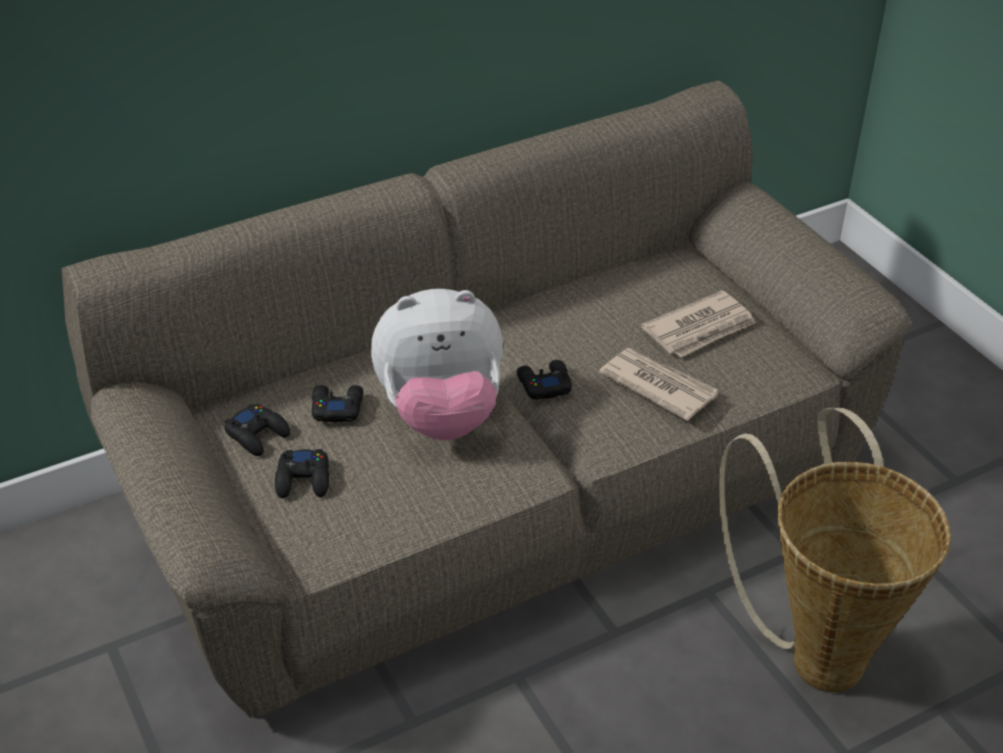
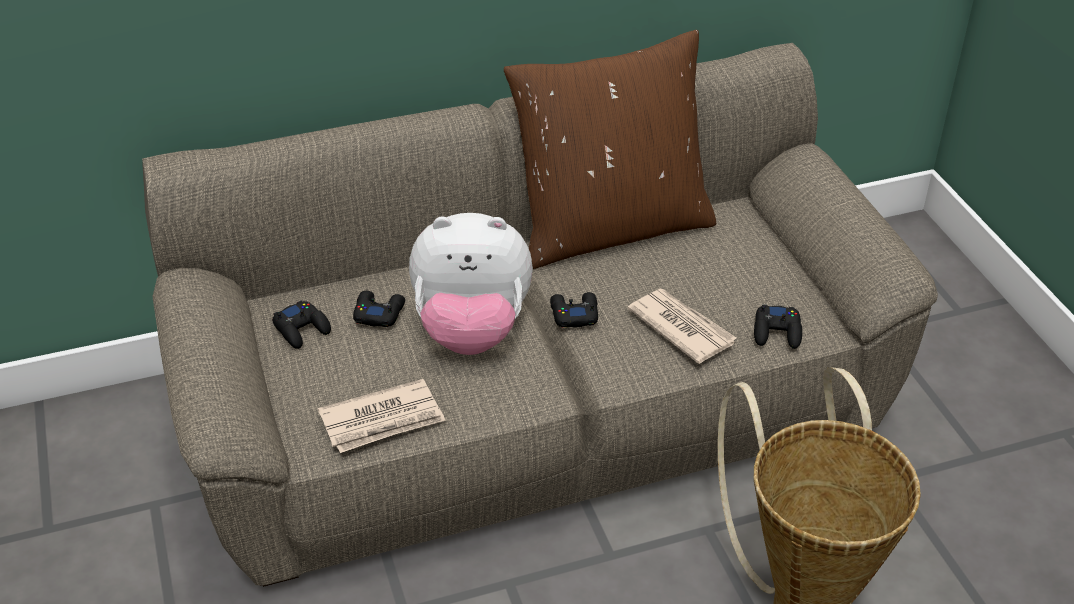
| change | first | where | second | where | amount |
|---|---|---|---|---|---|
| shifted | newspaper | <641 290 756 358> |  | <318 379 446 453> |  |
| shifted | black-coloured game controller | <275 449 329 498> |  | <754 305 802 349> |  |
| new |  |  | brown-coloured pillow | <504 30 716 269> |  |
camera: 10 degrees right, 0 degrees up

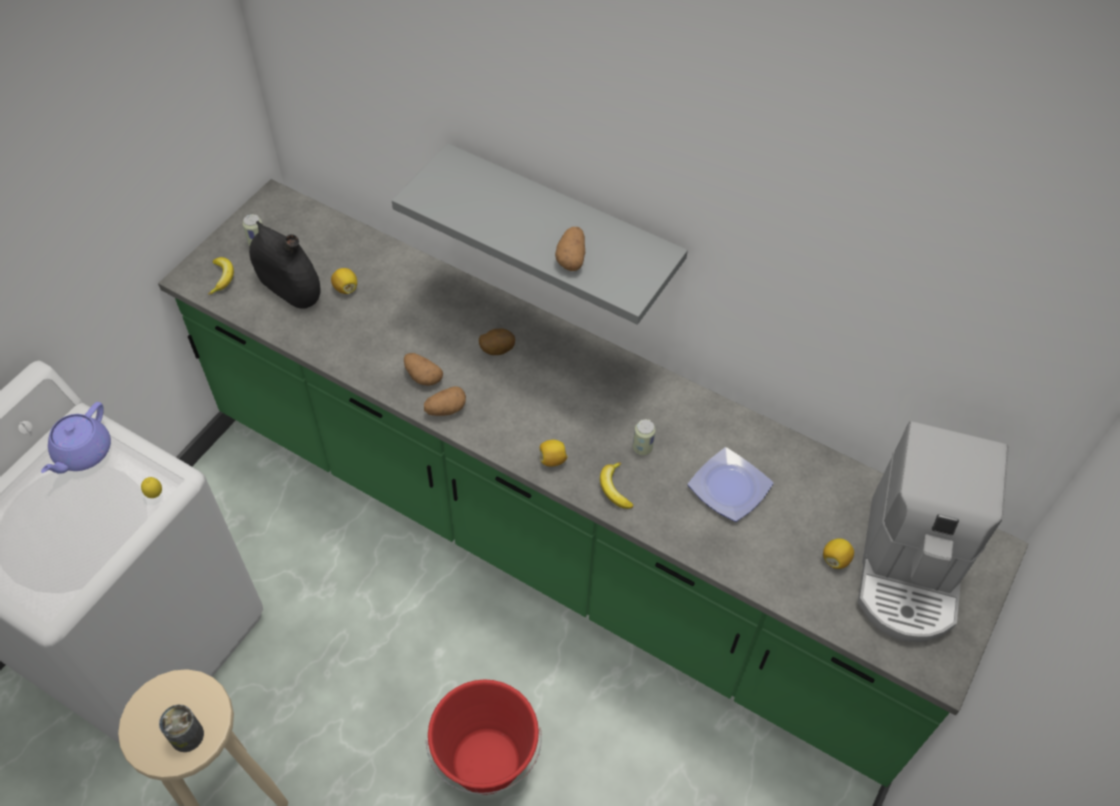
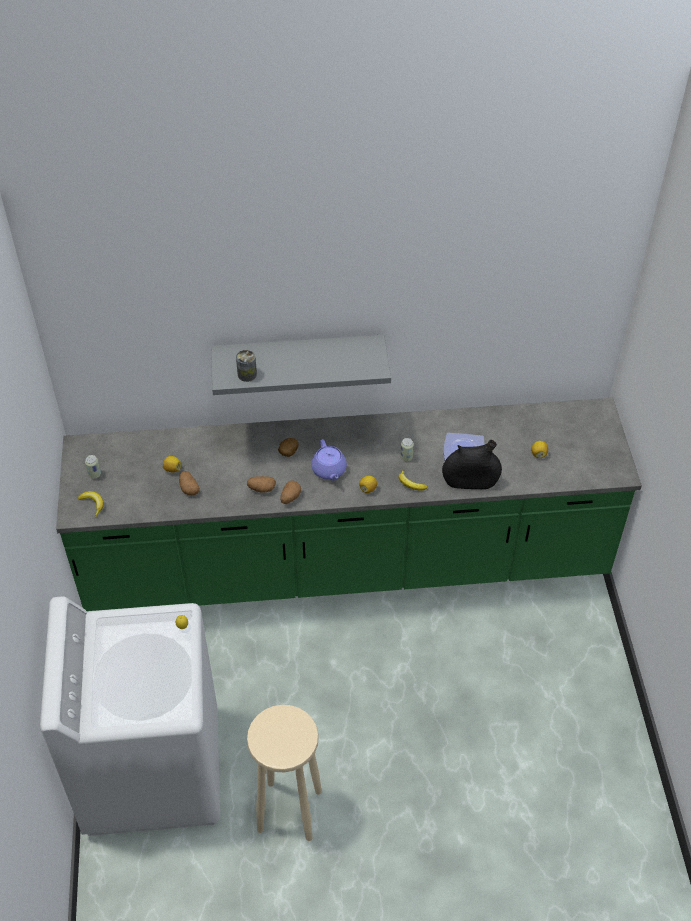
| change | first | where | second | where | amount |
|---|---|---|---|---|---|
| shifted | black-coloured vase | <249 221 321 309> |  | <442 440 502 489> |  |
| shifted | potato | <555 227 585 271> |  | <179 471 200 495> |  |
| shifted | purple-coloured tea pot | <41 402 111 474> |  | <311 439 347 480> |  |
| gone | coffee brewer | <858 421 1009 642> |  |  |  |
| gone | reddish pail | <426 679 542 795> |  |  |  |
| shifted | metal can | <159 705 204 752> |  | <236 350 257 382> |  |
camera: 35 degrees left, 5 degrees down

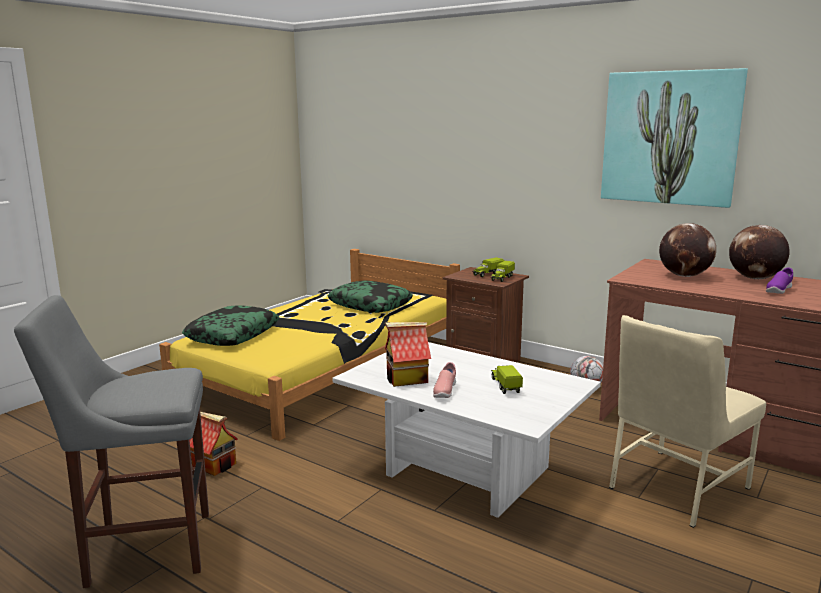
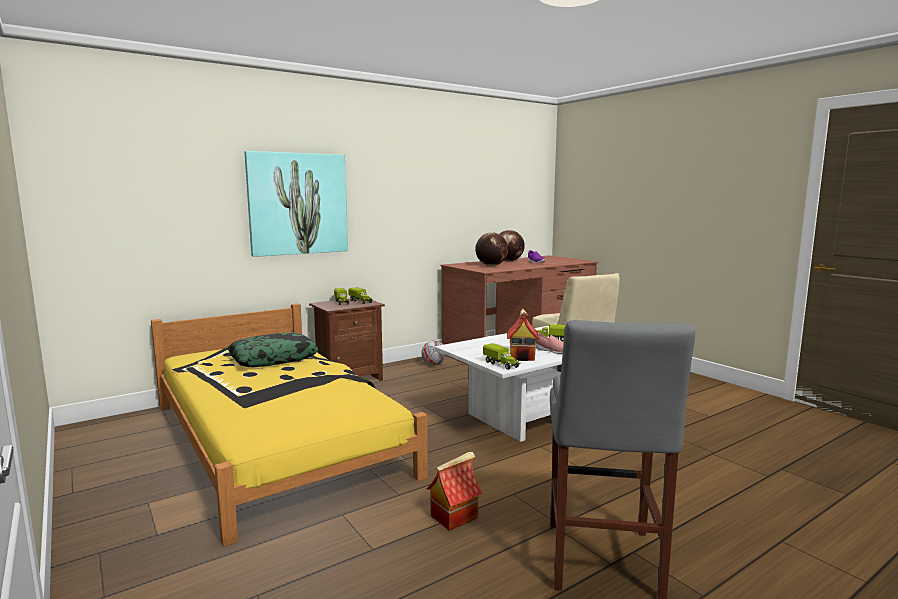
| change | first | where | second | where | amount |
|---|---|---|---|---|---|
| shifted | picture | <601 68 748 208> |  | <245 151 348 257> |  |
| gone | pillow | <182 306 279 346> |  |  |  |
| new |  |  | toy truck | <483 343 521 370> |  |
camera: 70 degrees left, 5 degrees down

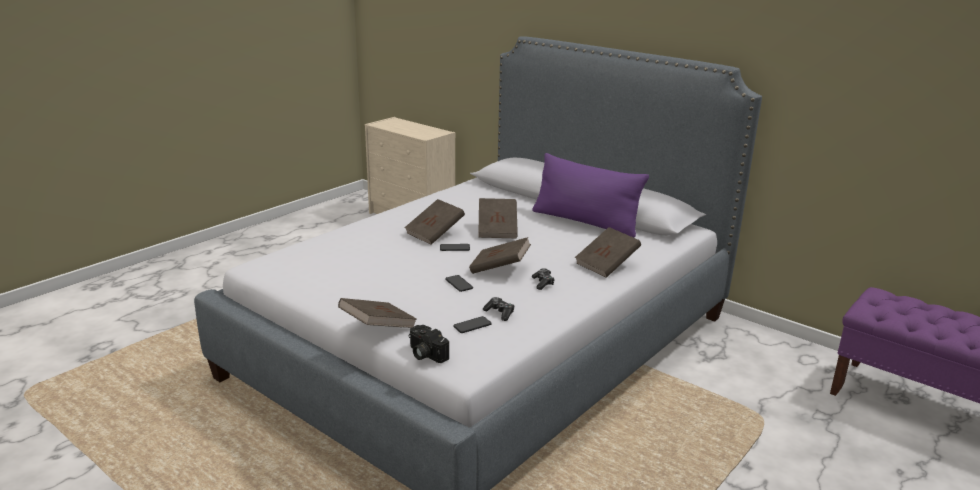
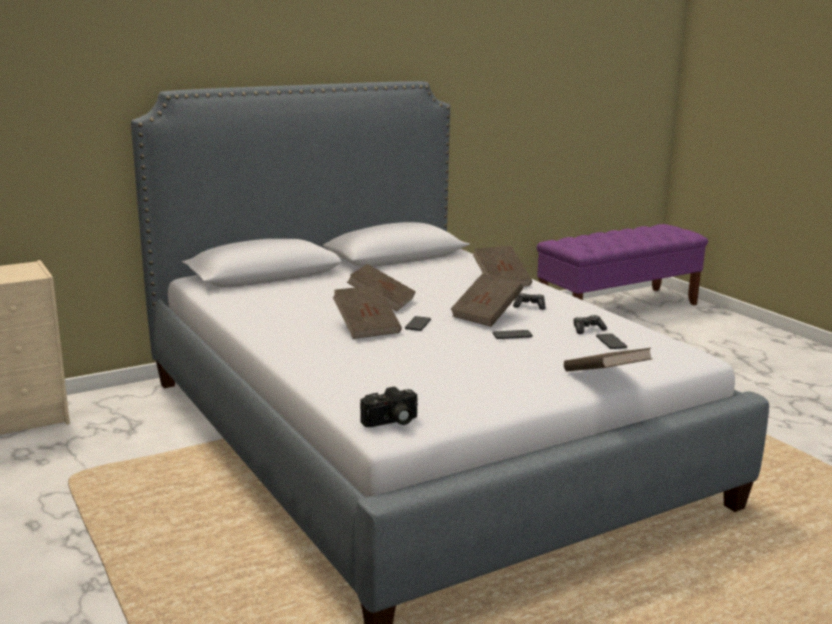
| change | first | where | second | where | amount |
|---|---|---|---|---|---|
| gone | purple-coloured pillow | <532 153 649 238> |  |  |  |
| shifted | photo camera | <409 325 449 363> |  | <360 386 418 427> |  |
camera: 70 degrees left, 5 degrees down

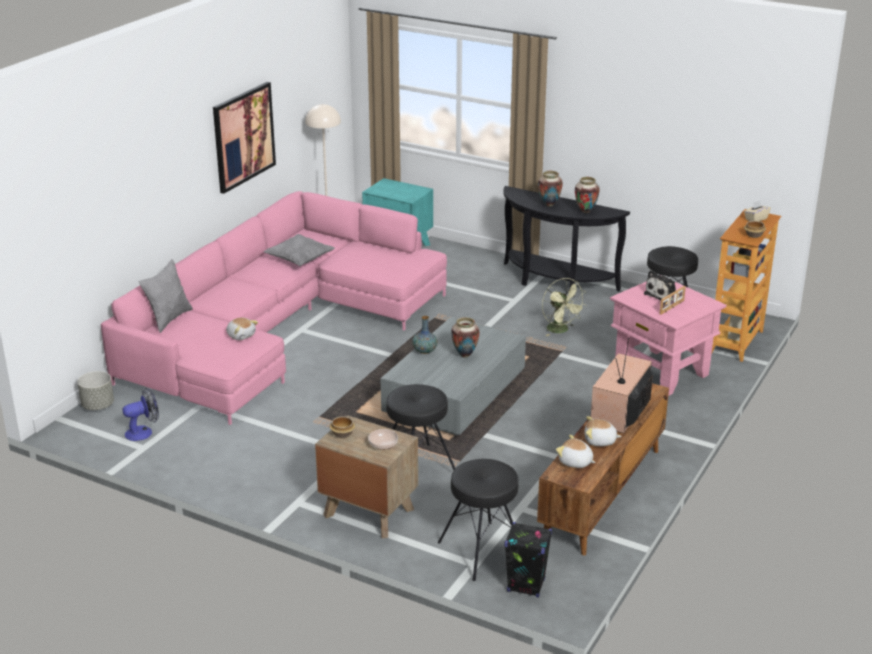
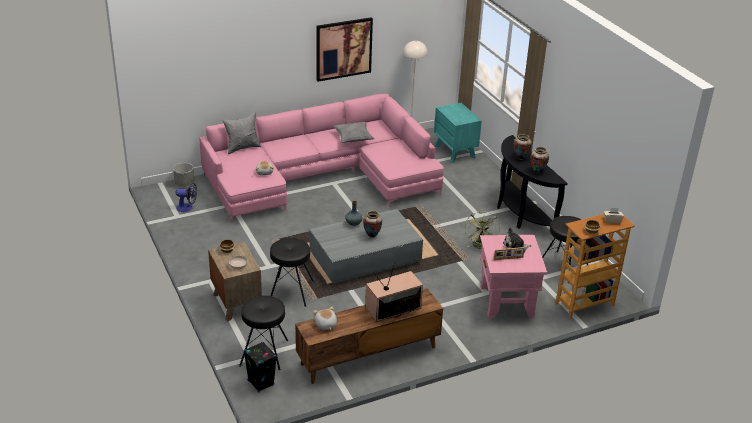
| change | first | where | second | where | amount |
|---|---|---|---|---|---|
| gone | plush toy | <585 416 622 446> |  |  |  |
camera: 35 degrees right, 5 degrees up

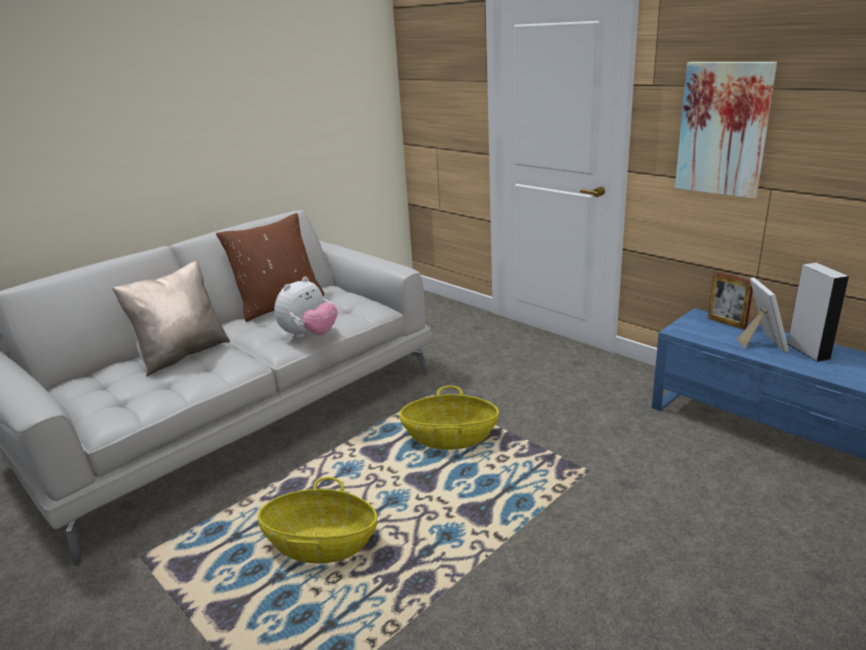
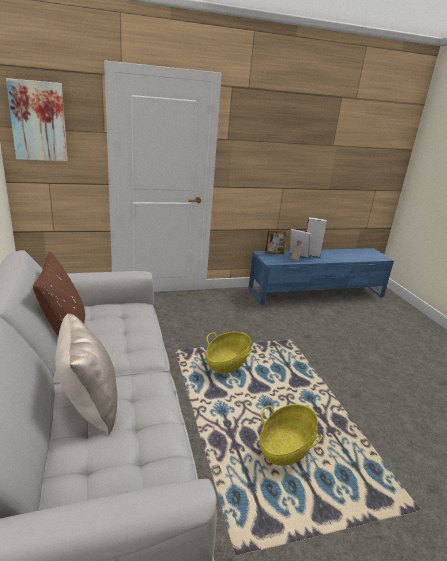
| change | first | where | second | where | amount |
|---|---|---|---|---|---|
| shifted | picture | <675 62 777 199> |  | <6 78 68 161> |  |
| gone | plush toy | <274 277 337 338> |  |  |  |
camera: 65 degrees left, 0 degrees up

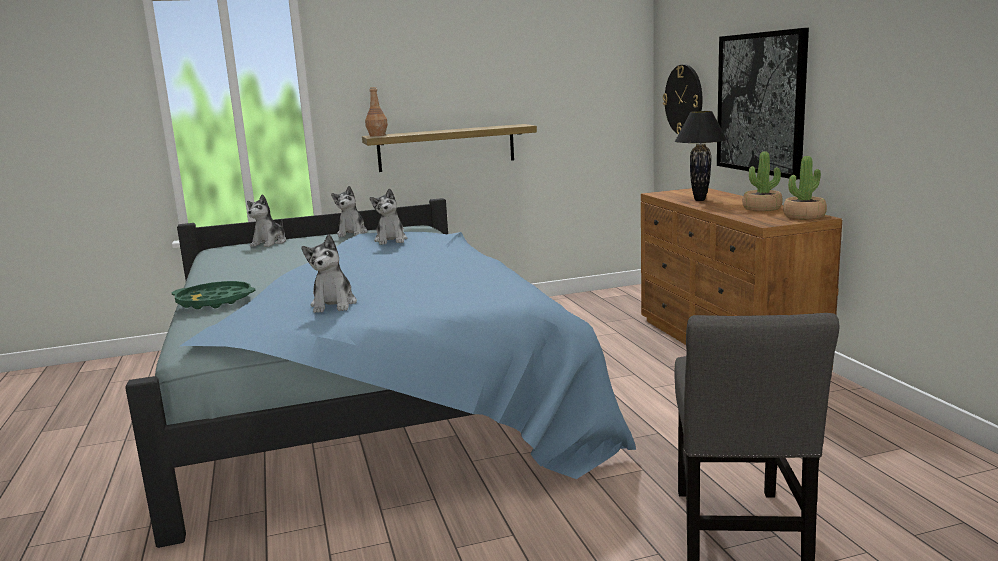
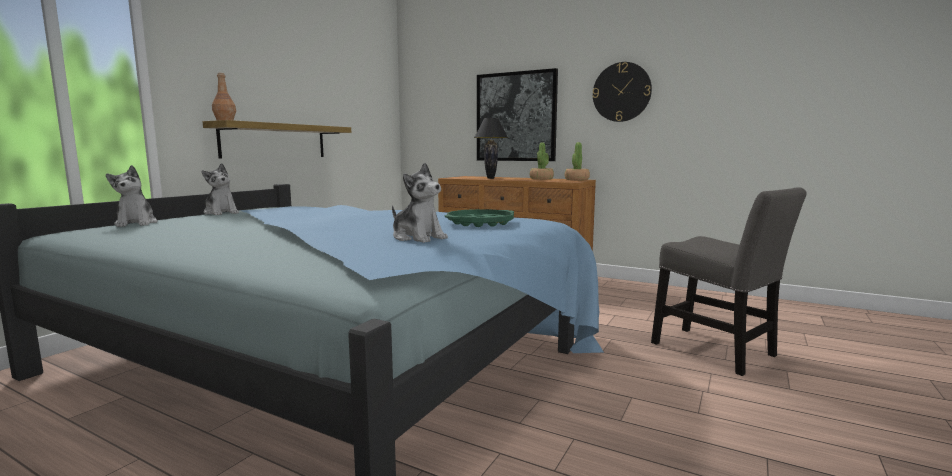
| change | first | where | second | where | amount |
|---|---|---|---|---|---|
| shifted | hanging clock | <663 65 702 134> |  | <593 62 652 122> |  |
| gone | plush toy | <370 188 408 245> |  |  |  |
| shifted | green-coloured serving tray | <172 281 255 309> |  | <445 209 514 227> |  |
camera: 45 degrees left, 5 degrees down

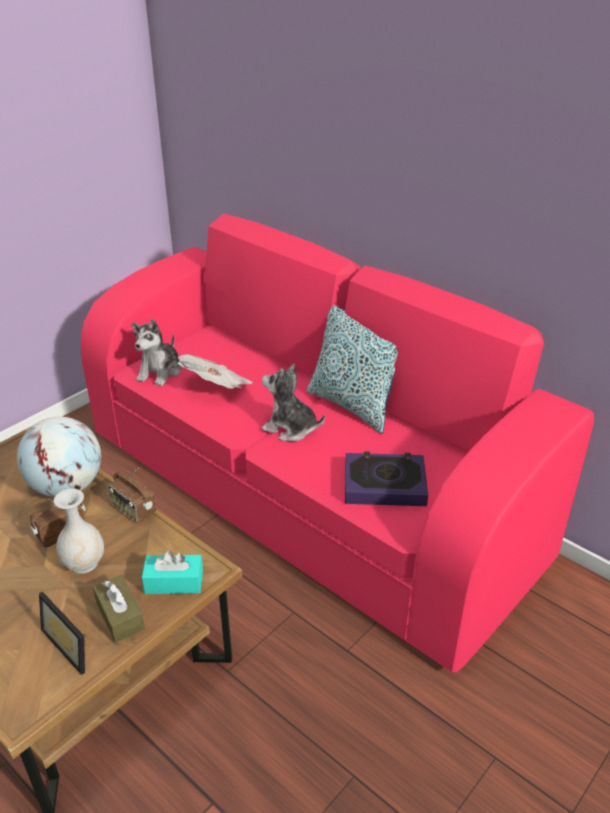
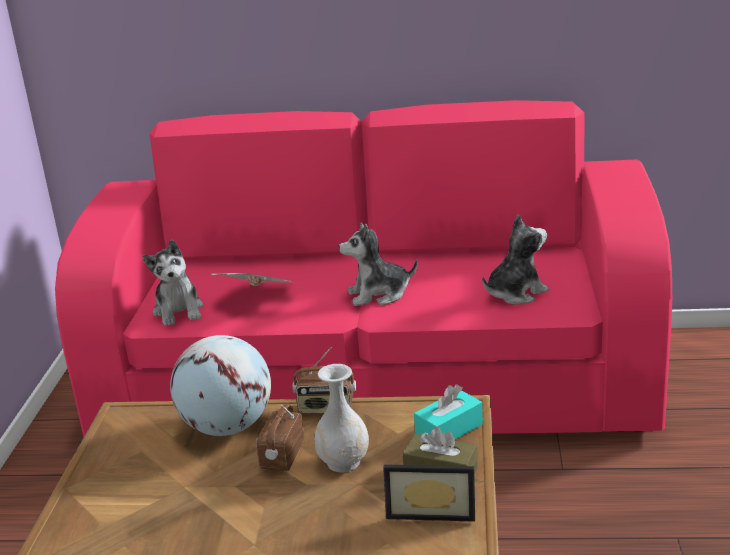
| change | first | where | second | where | amount |
|---|---|---|---|---|---|
| gone | pillow | <307 305 398 434> |  |  |  |
| swapped | book | <345 452 428 506> | plush toy | <482 214 549 305> |  |
camera: 35 degrees left, 10 degrees down

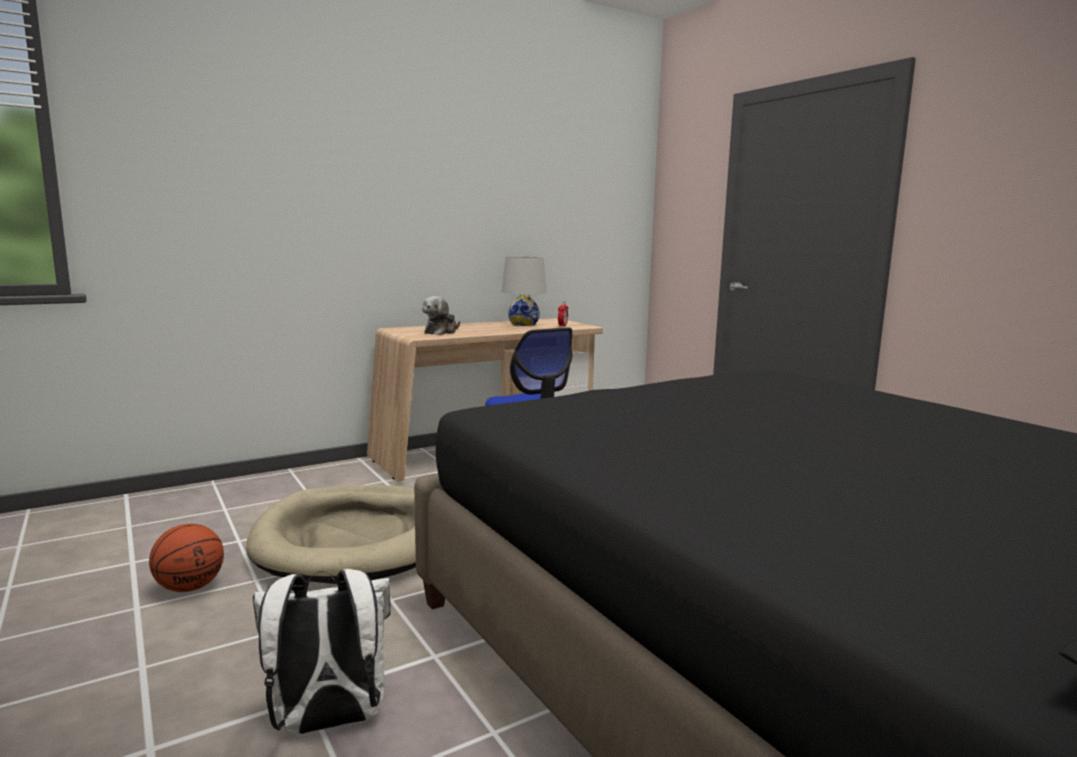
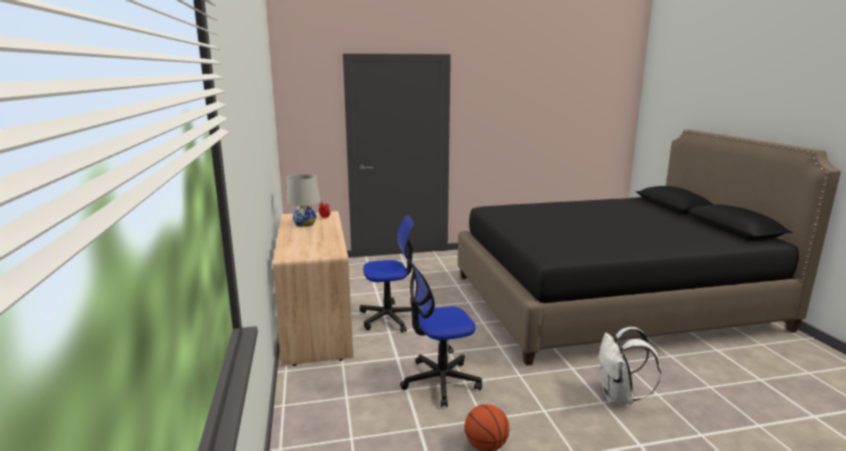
| change | first | where | second | where | amount |
|---|---|---|---|---|---|
| gone | plush toy | <422 296 460 335> |  |  |  |
| swapped | beige-coloured pet bed | <246 485 416 584> | desk chair | <400 259 482 407> |  |
camera: 70 degrees left, 5 degrees up

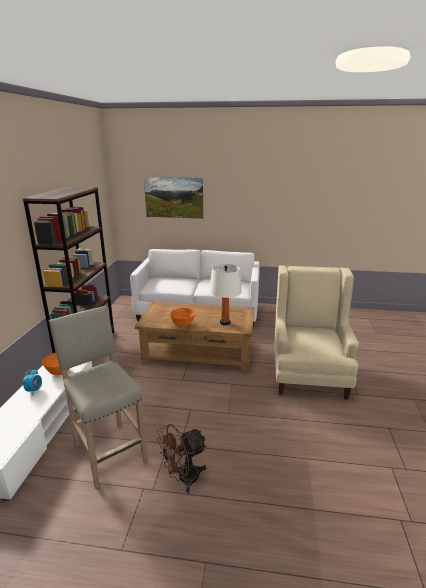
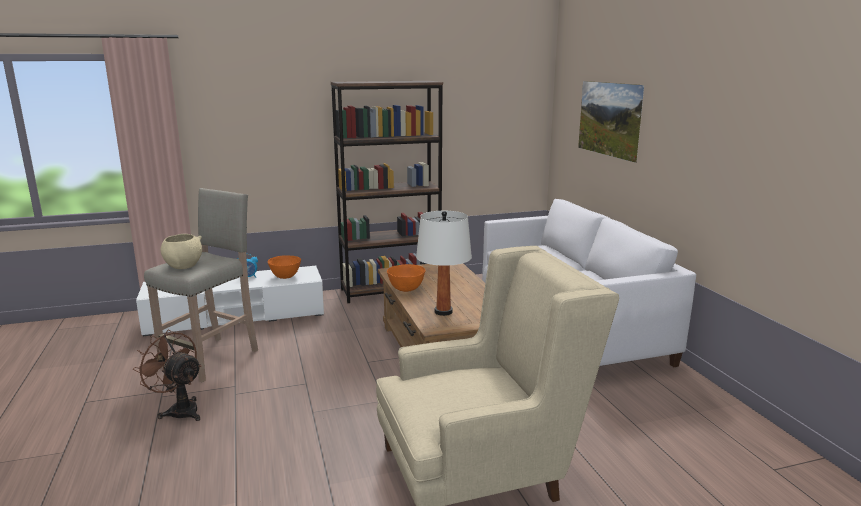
| change | first | where | second | where | amount |
|---|---|---|---|---|---|
| new |  |  | beige-coloured deep dish | <161 234 202 269> |  |
camera: 65 degrees right, 5 degrees down

